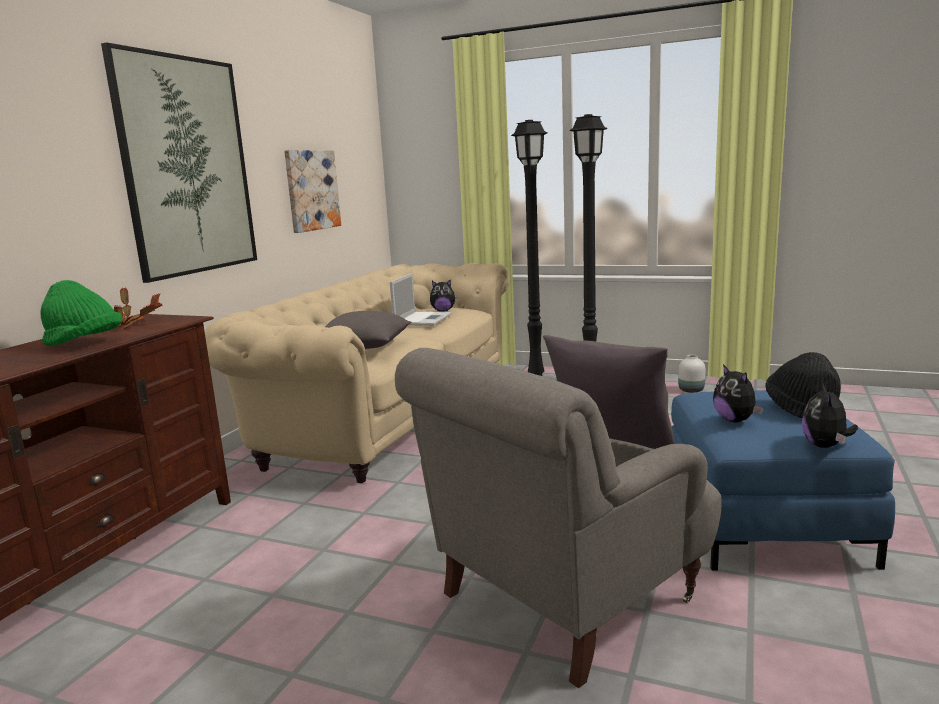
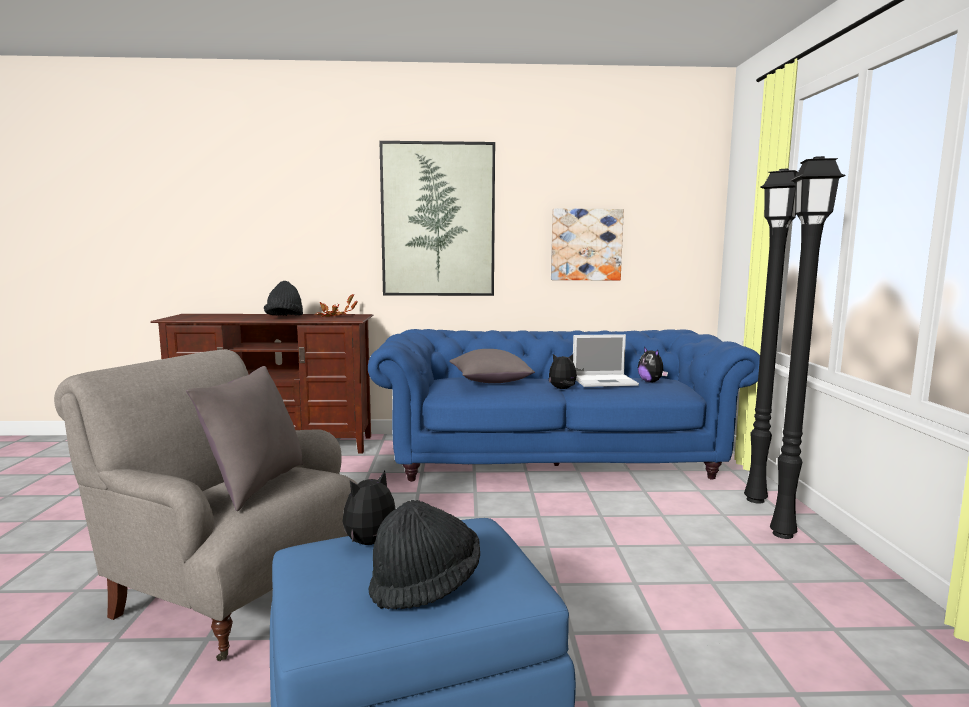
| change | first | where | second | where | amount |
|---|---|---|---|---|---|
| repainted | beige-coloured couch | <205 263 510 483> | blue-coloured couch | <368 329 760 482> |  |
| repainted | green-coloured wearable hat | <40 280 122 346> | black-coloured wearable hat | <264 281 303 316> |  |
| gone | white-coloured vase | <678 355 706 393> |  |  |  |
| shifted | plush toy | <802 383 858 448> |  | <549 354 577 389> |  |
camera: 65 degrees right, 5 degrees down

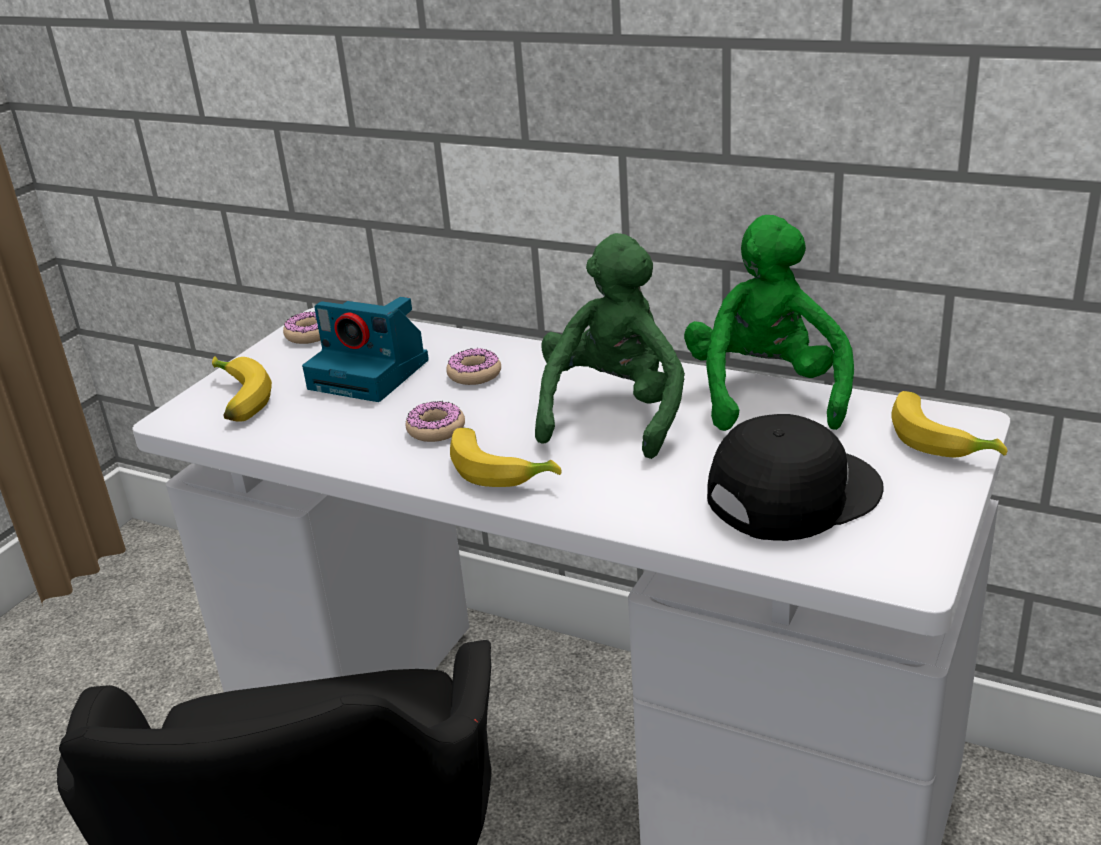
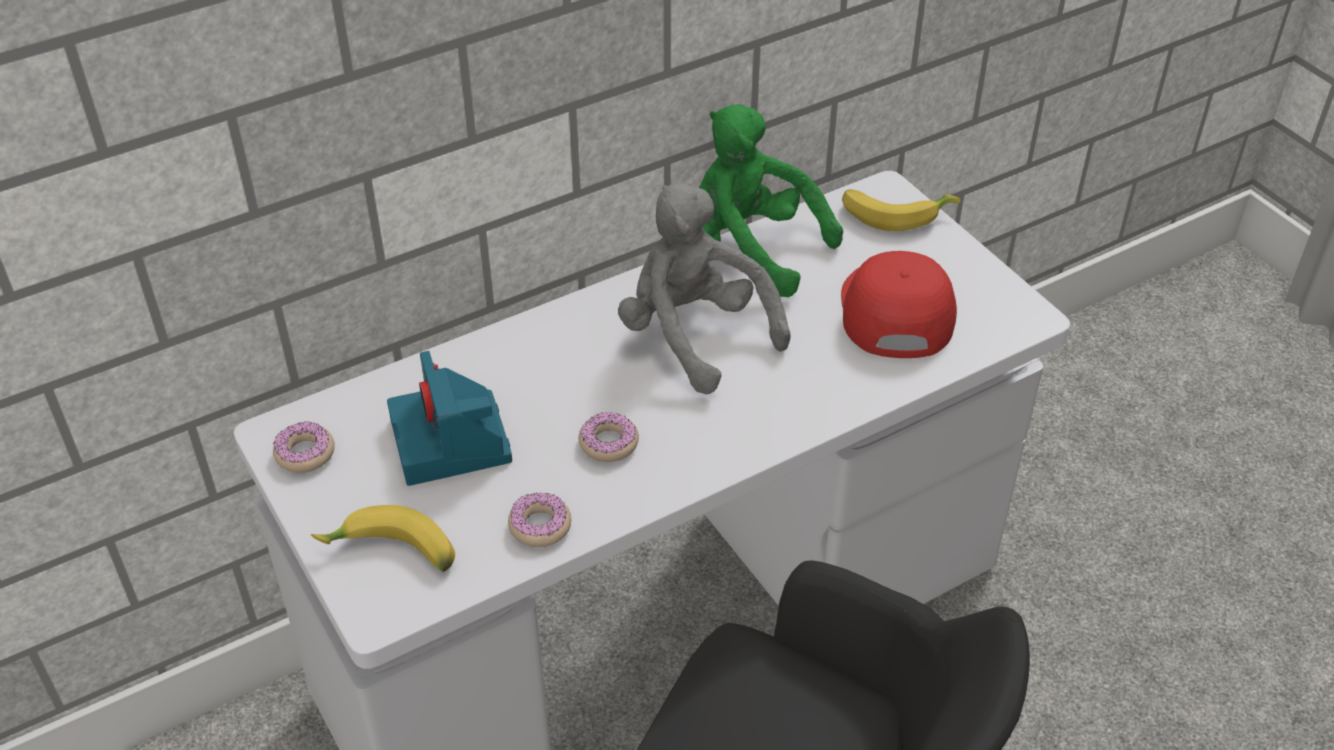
| change | first | where | second | where | amount |
|---|---|---|---|---|---|
| repainted | green-coloured plush toy | <535 233 685 459> | gray plush toy | <618 183 791 394> |  |
| rotated | photo camera | <302 297 429 402> |  | <387 351 512 486> | 105 degrees clockwise |
| shifted | donut | <446 348 501 385> |  | <508 492 571 547> |  |
| repainted | black-coloured cap | <707 414 884 541> | reddish cap | <841 251 957 358> |  |
| gone | banana fruit | <450 428 562 487> |  |  |  |
camera: 60 degrees left, 15 degrees up

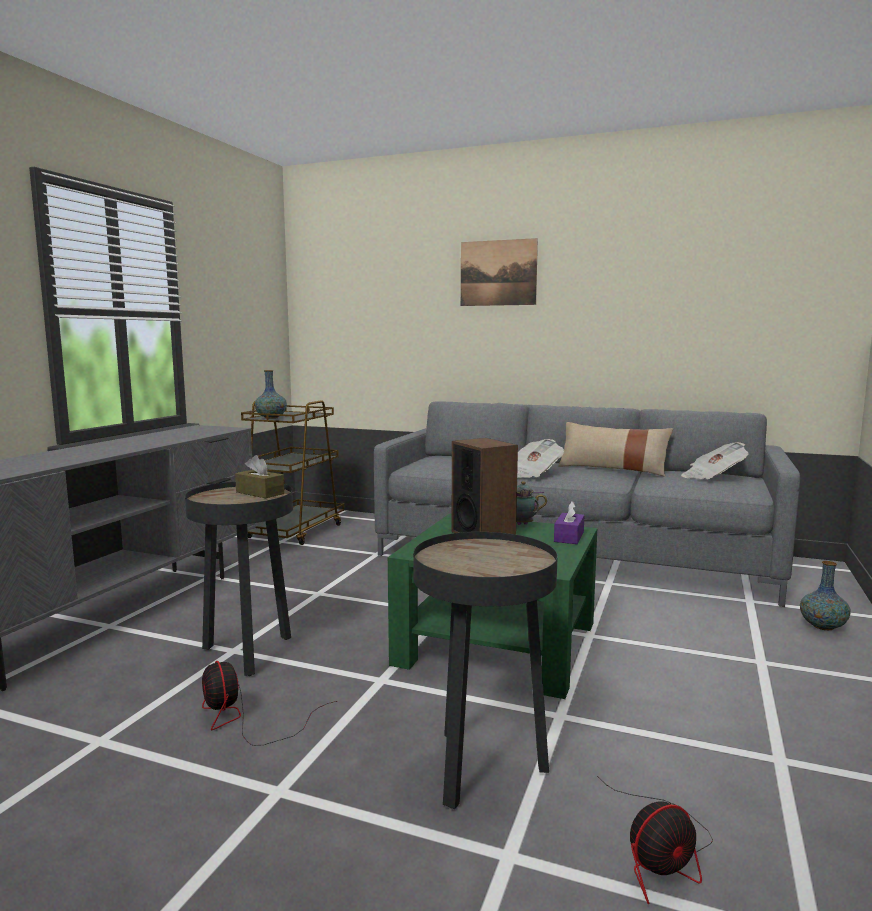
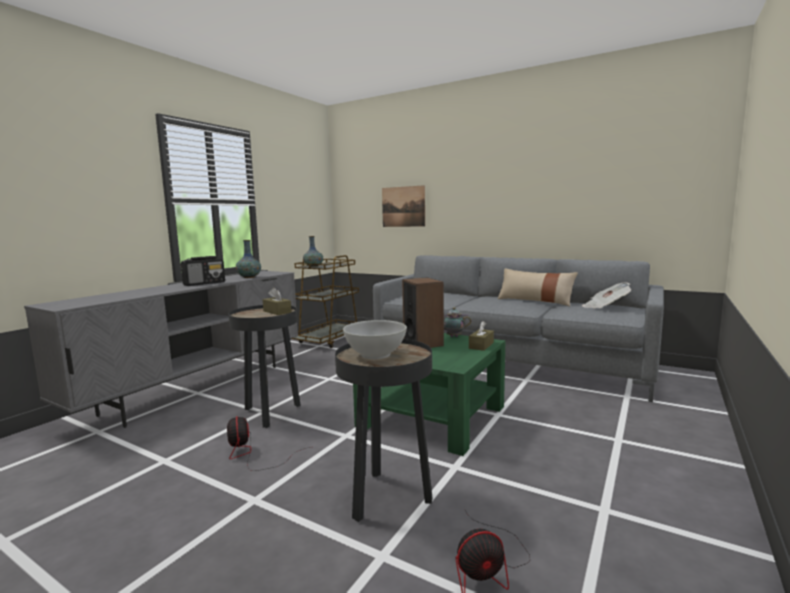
| change | first | where | second | where | amount |
|---|---|---|---|---|---|
| shifted | picture | <461 238 538 306> |  | <382 185 425 227> |  |
| gone | newspaper | <517 439 564 478> |  |  |  |
| repainted | purple-coloured tissue box | <554 501 584 544> | brown-coloured tissue box | <469 321 494 351> |  |
| shifted | vase | <800 561 850 630> |  | <236 240 261 278> |  |
| new |  |  | radio receiver | <181 256 225 286> |  |
| new |  |  | white-coloured deep dish | <343 320 407 359> |  |
camera: 10 degrees right, 0 degrees up

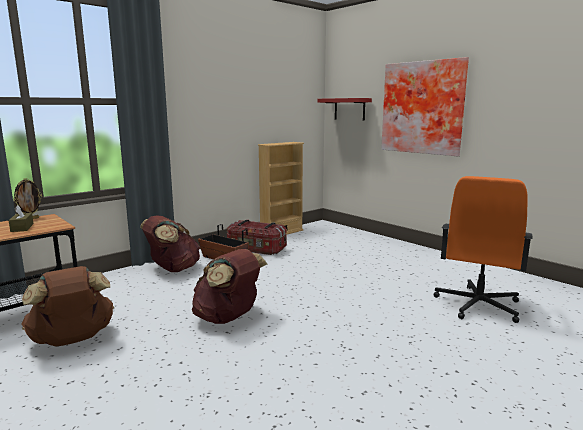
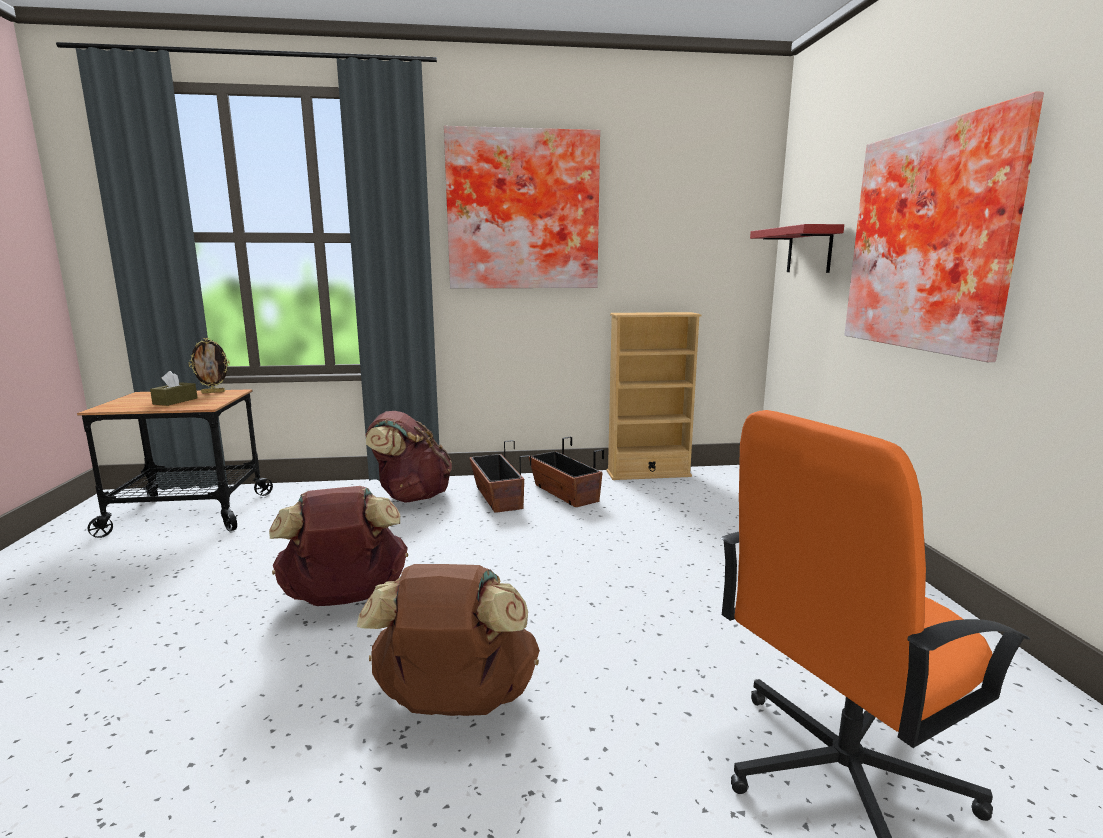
| change | first | where | second | where | amount |
|---|---|---|---|---|---|
| swapped | storage bin | <227 220 287 255> | flower pot | <529 437 604 507> |  |
| shifted | brown-coloured backpack | <22 266 114 347> |  | <357 564 540 716> |  |
| new |  |  | picture | <444 126 600 288> |  |
camera: 35 degrees right, 0 degrees up

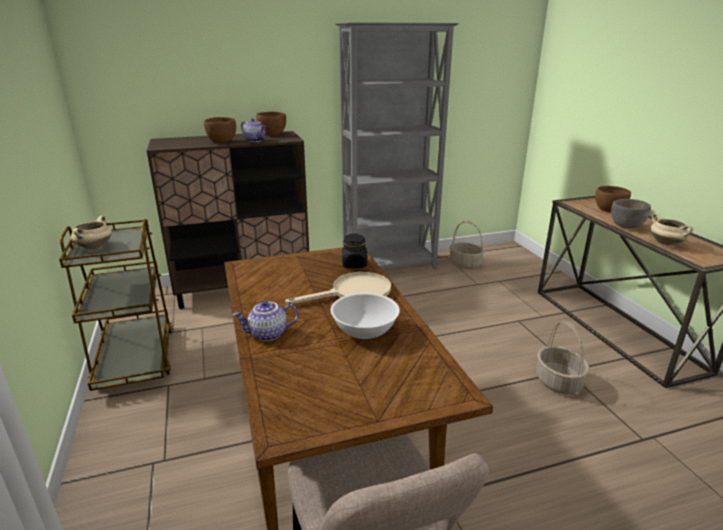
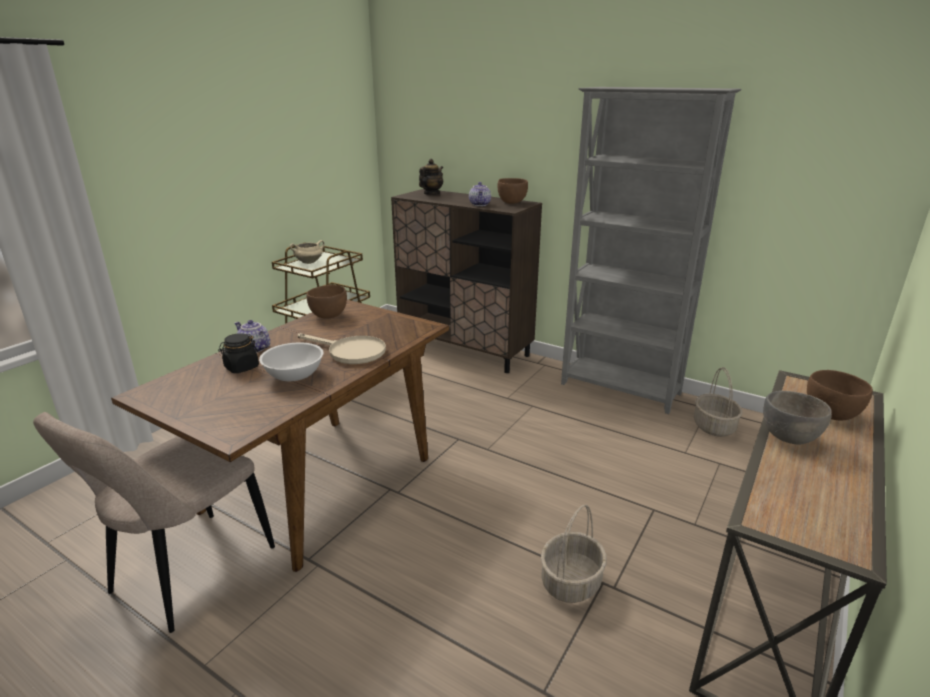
| change | first | where | second | where | amount |
|---|---|---|---|---|---|
| shifted | brown-coloured deep dish | <204 117 236 143> |  | <306 285 347 319> |  |
| gone | beige-coloured saucepot | <650 213 693 245> |  |  |  |
| shifted | black-coloured preserve jar | <342 234 367 268> |  | <218 333 259 373> |  |
| new |  |  | tea pot | <419 159 443 195> |  |
camera: 50 degrees right, 0 degrees up

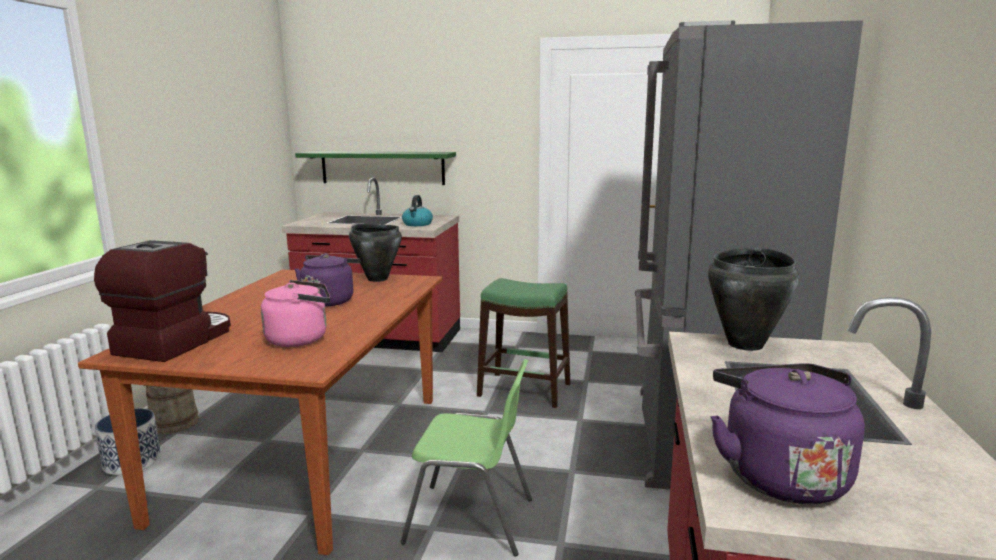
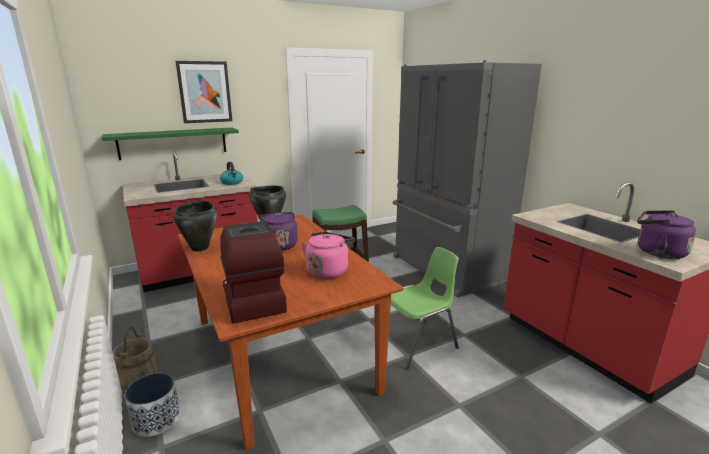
| change | first | where | second | where | amount |
|---|---|---|---|---|---|
| shifted | black-coloured saucepot | <708 247 799 351> |  | <173 201 217 251> |  |
| new |  |  | picture | <175 61 232 123> |  |
camera: 40 degrees left, 5 degrees up

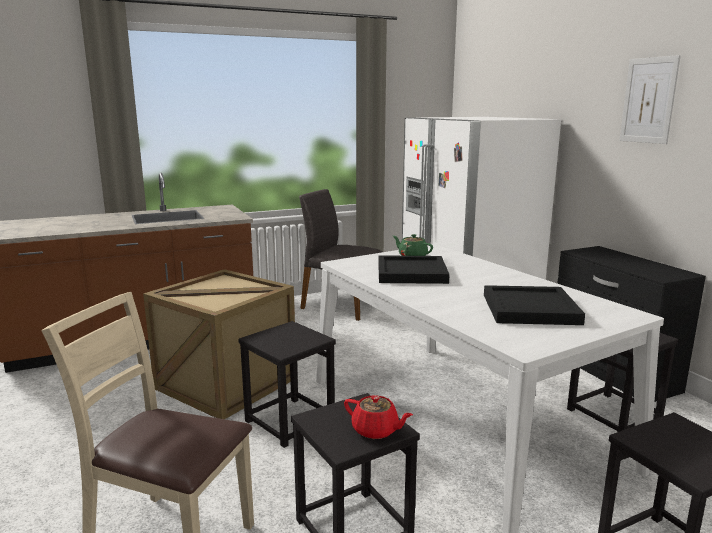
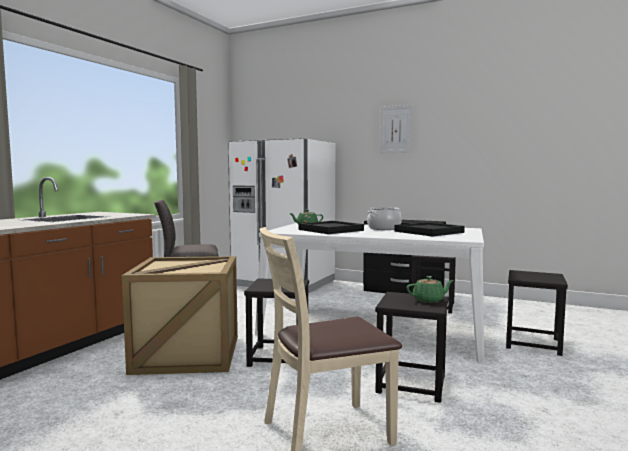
| change | first | where | second | where | amount |
|---|---|---|---|---|---|
| repainted | reddish tea pot | <344 395 413 439> | green-coloured tea pot | <406 276 454 303> |  |
| new |  |  | saucepot | <367 207 402 230> |  |
camera: 40 degrees left, 10 degrees down

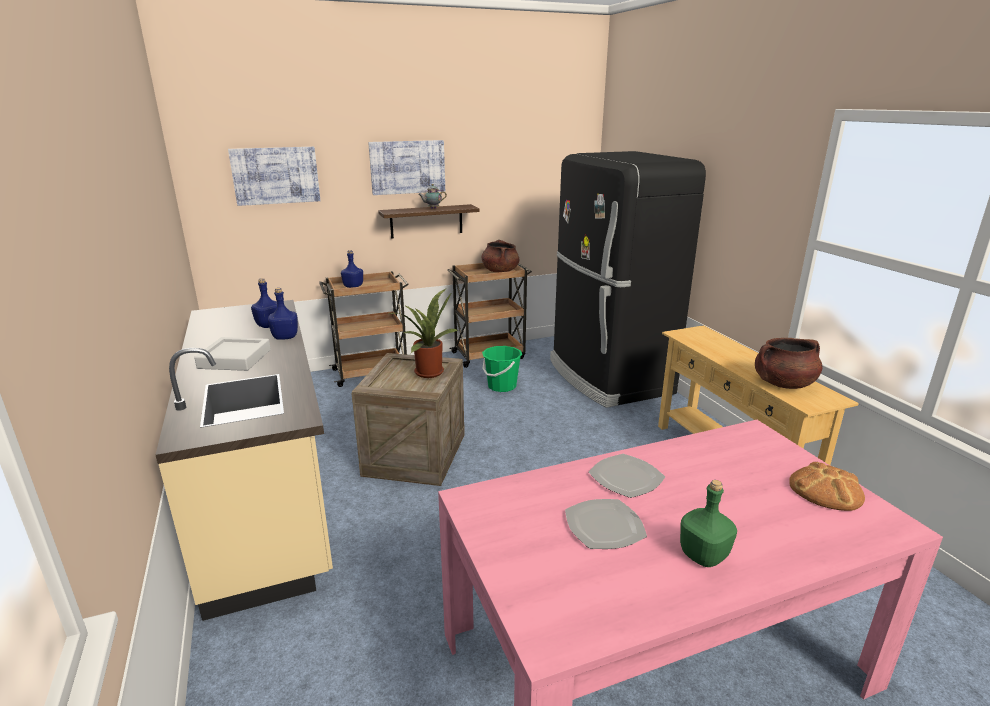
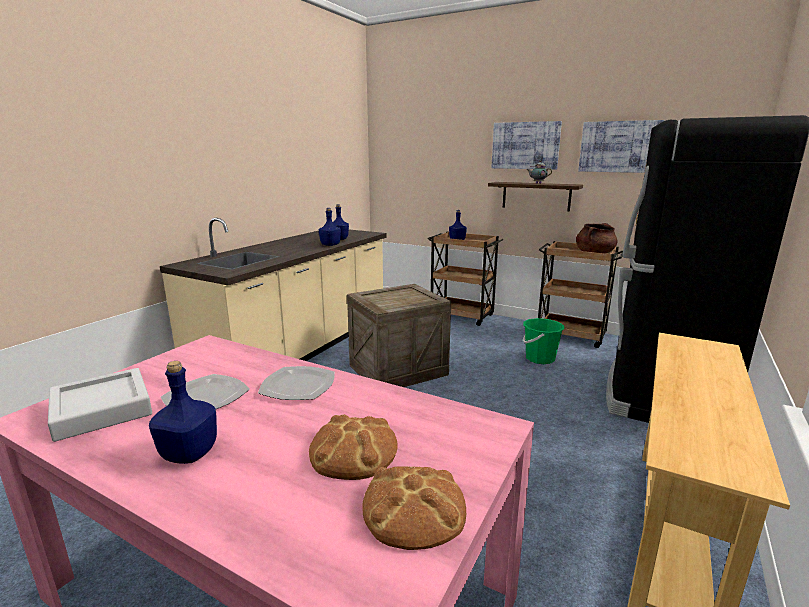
| change | first | where | second | where | amount |
|---|---|---|---|---|---|
| shifted | picture | <228 147 320 206> |  | <578 120 665 173> |  |
| gone | houseplant | <389 289 459 378> |  |  |  |
| shifted | gray serving tray | <194 337 271 371> |  | <48 368 152 442> |  |
| gone | brown-coloured saucepot | <755 338 823 389> |  |  |  |
| repainted | green-coloured bottle | <680 480 737 567> | blue-coloured bottle | <149 361 217 464> |  |
| new |  |  | bakery bread | <309 415 398 480> |  |
camera: 50 degrees right, 5 degrees down

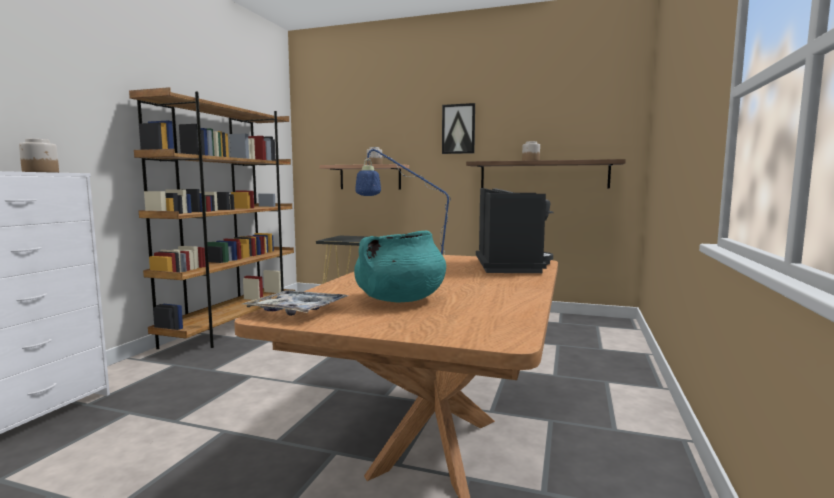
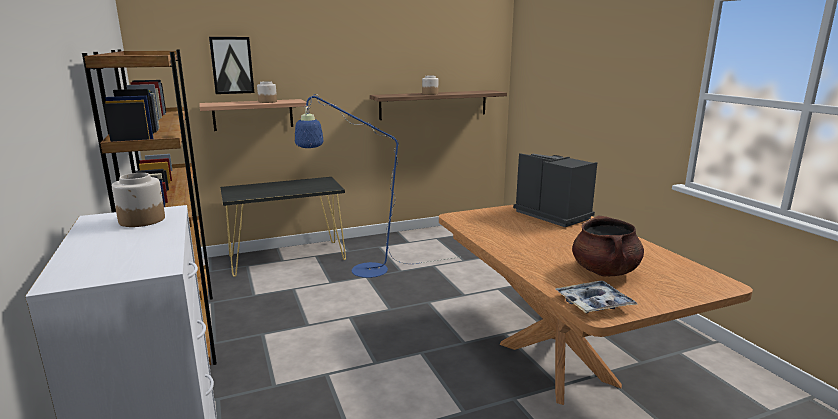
| change | first | where | second | where | amount |
|---|---|---|---|---|---|
| shifted | picture | <442 103 475 154> |  | <209 37 254 94> |  |
| repainted | turquoise saucepot | <354 231 446 302> | brown-coloured saucepot | <572 215 644 276> |  |
camera: 40 degrees left, 10 degrees up

